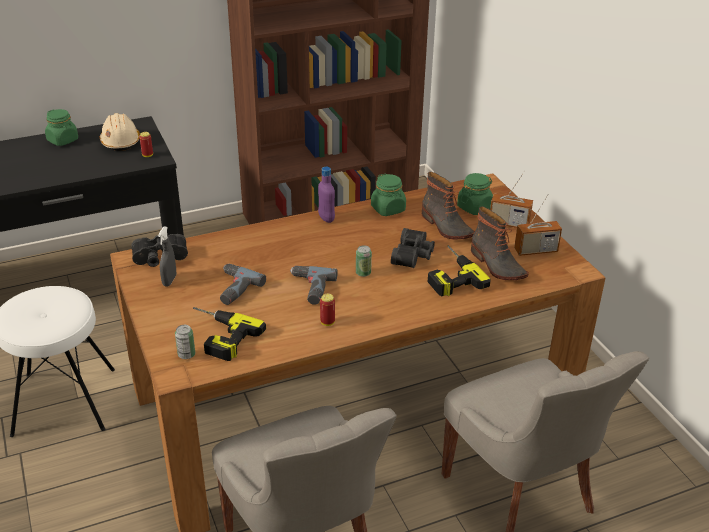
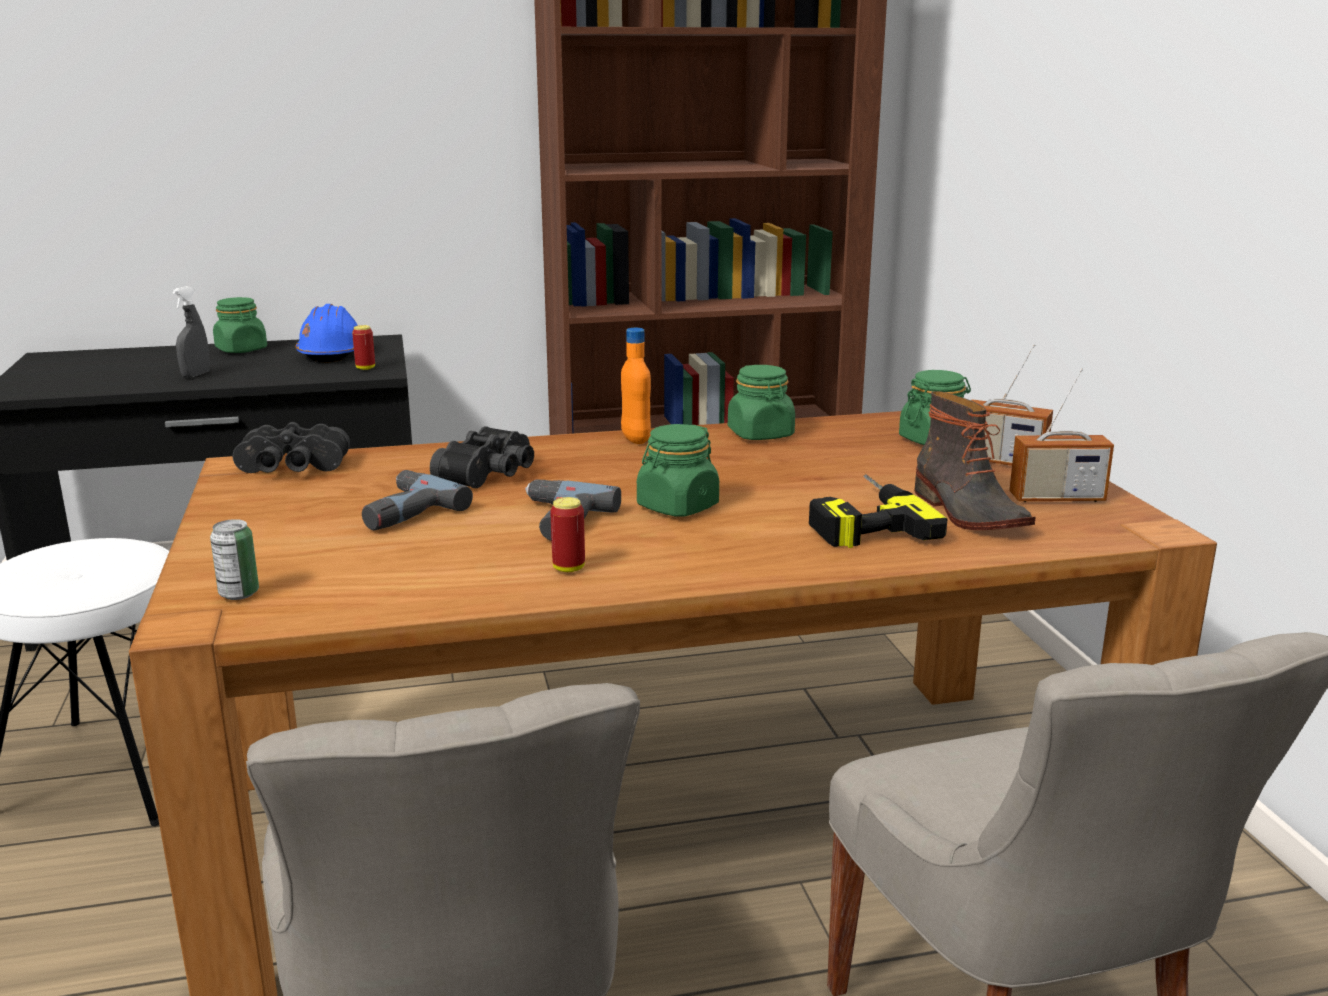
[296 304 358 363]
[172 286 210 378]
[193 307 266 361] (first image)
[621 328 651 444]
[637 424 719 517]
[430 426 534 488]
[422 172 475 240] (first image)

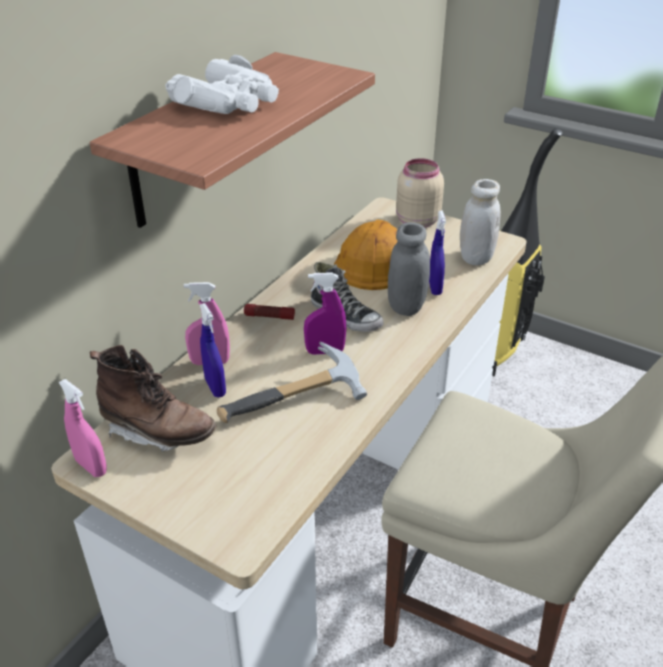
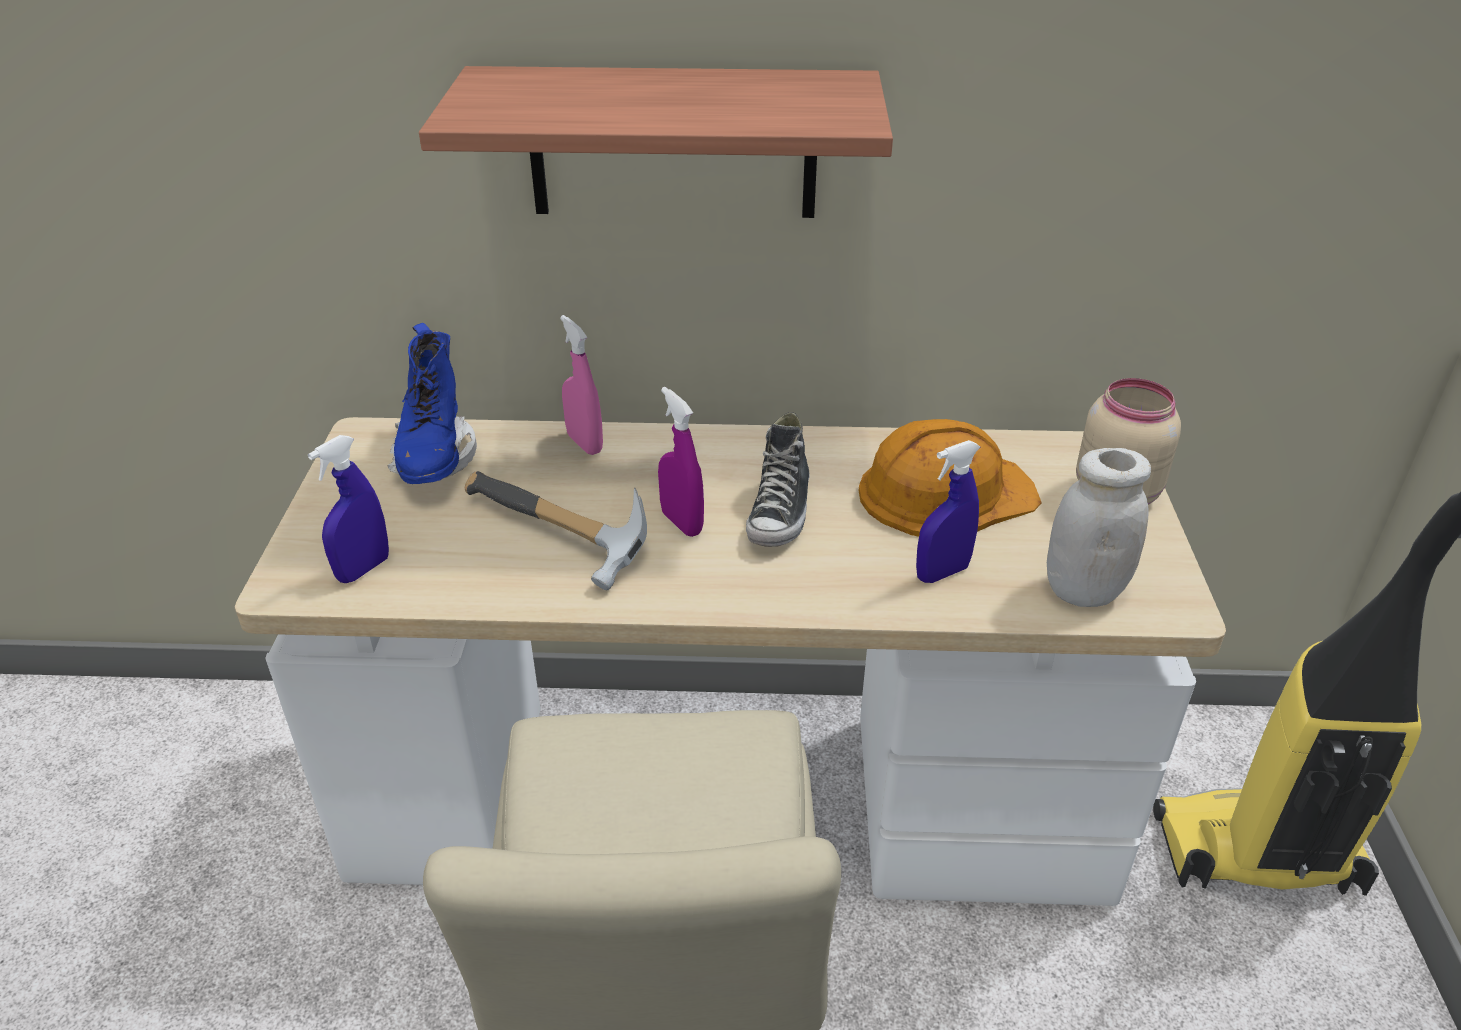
[59 379 107 477] (first image)
[387 323 477 484]
[165 55 279 114] (first image)
[308 435 389 583]
[244 304 295 320] (first image)
[388 222 430 316] (first image)

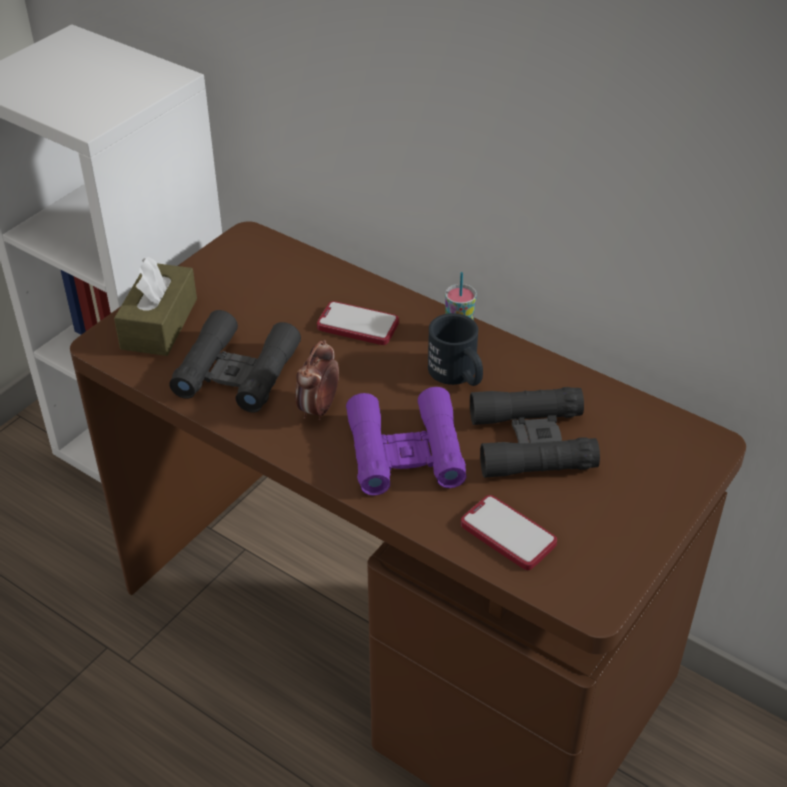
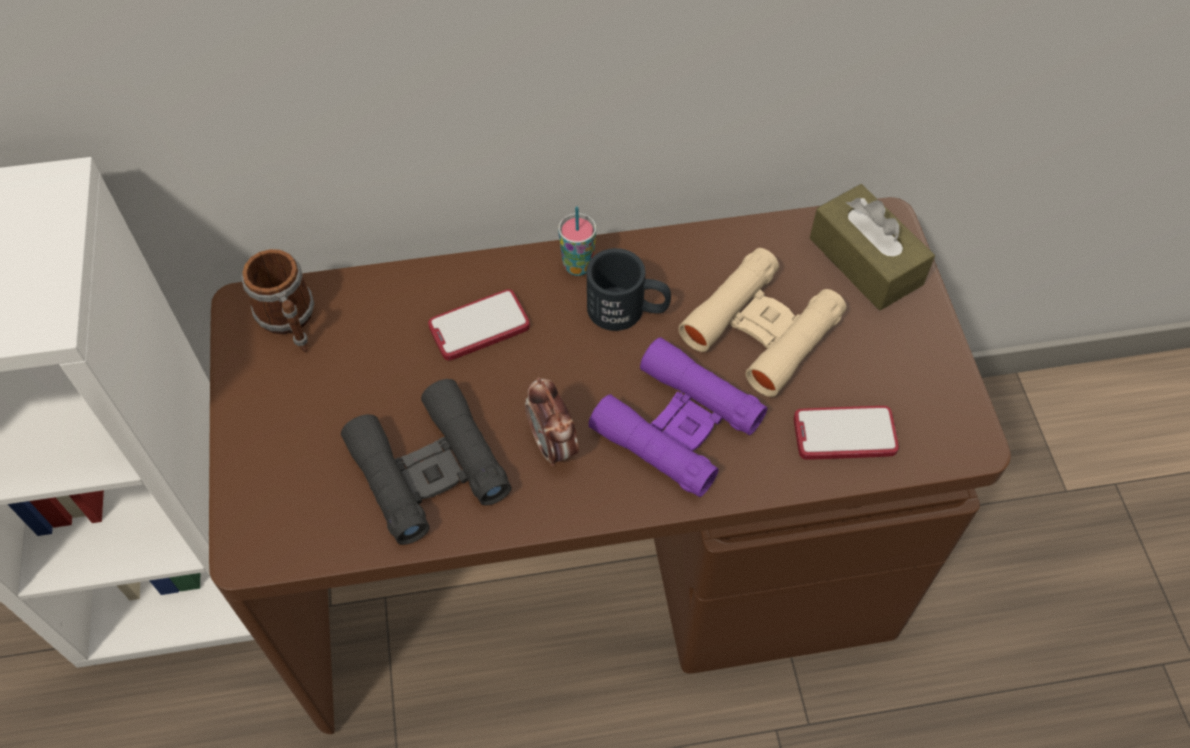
[810 184 935 311]
[678 248 847 397]
[241 249 314 353]

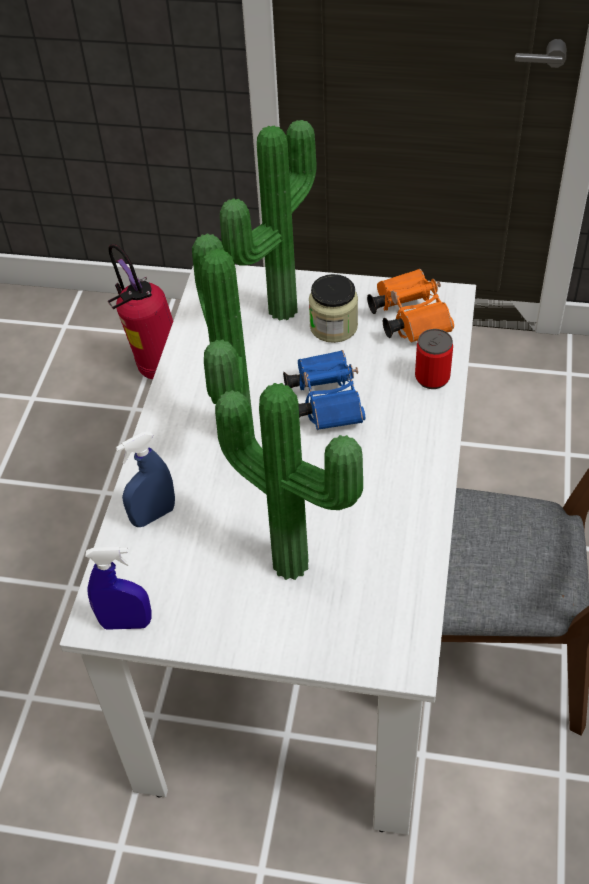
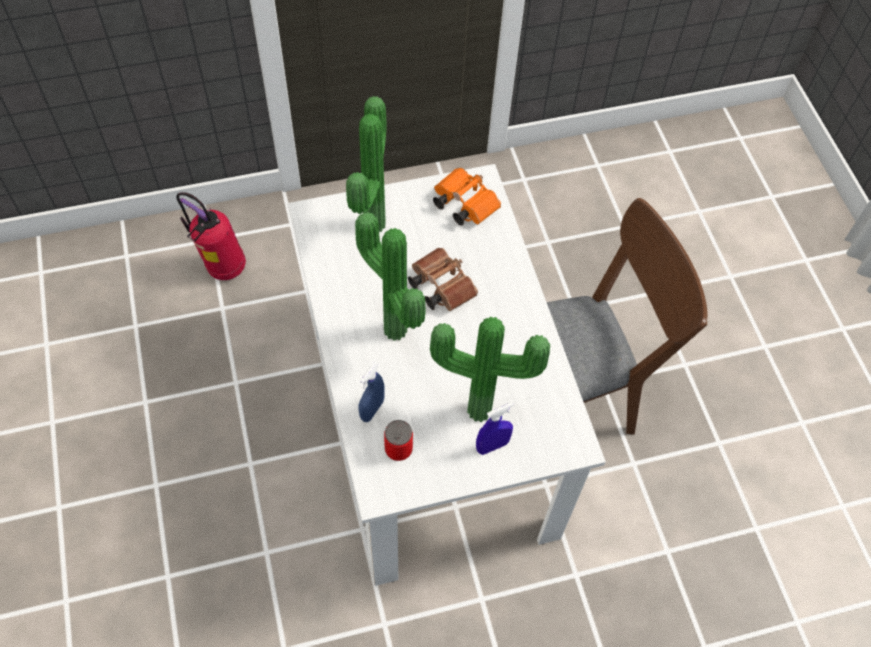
[476 402 514 455]
[408 248 478 311]
[309 274 358 343] (first image)
[384 420 413 461]

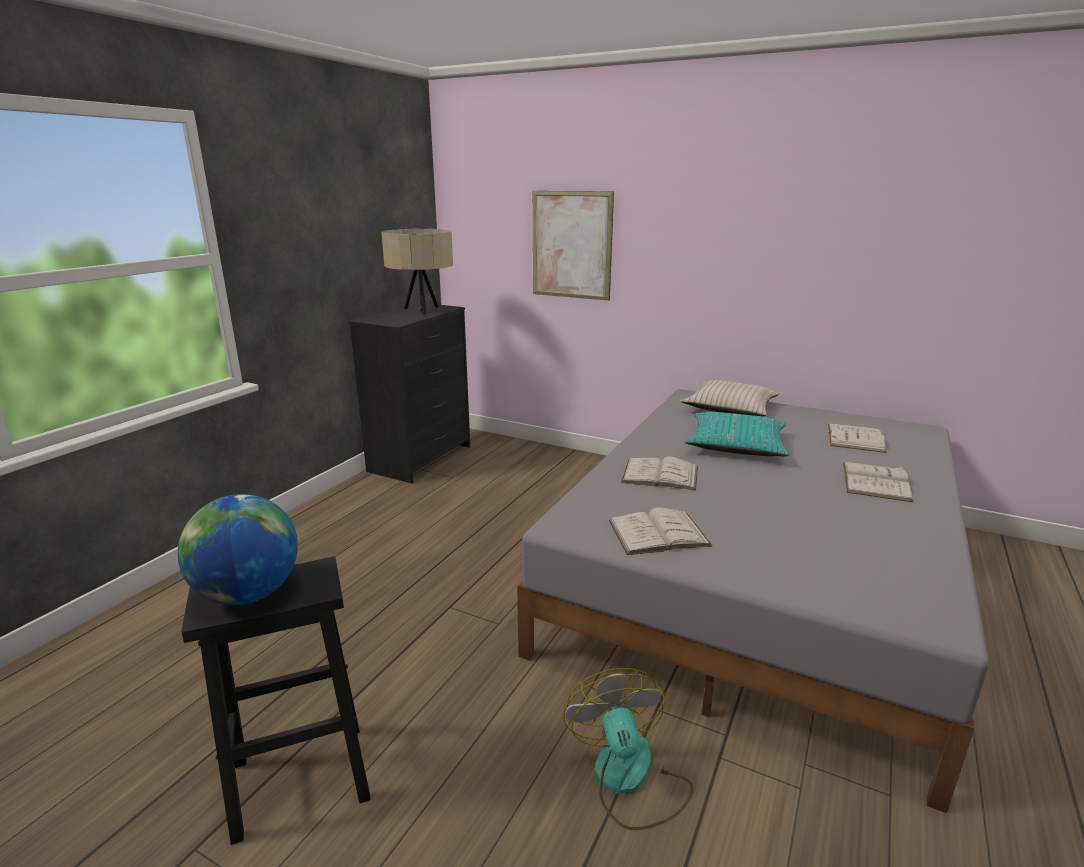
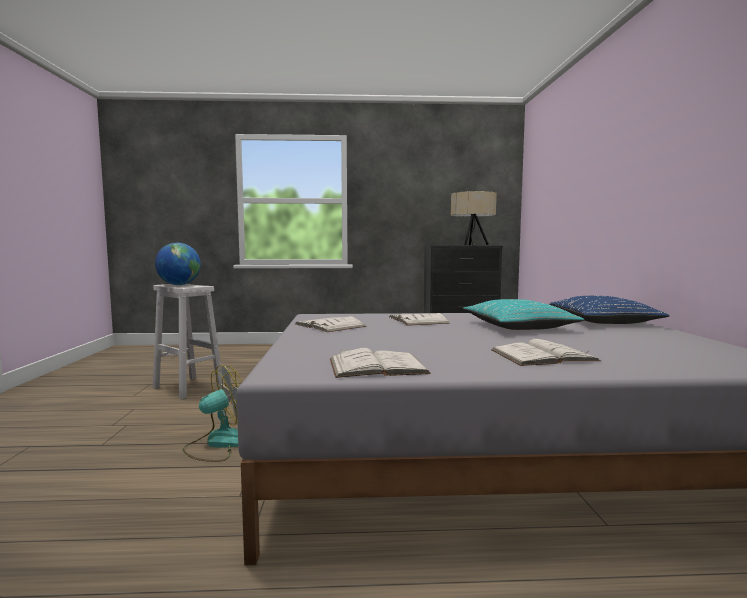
[153 284 224 399]
[533 191 614 301] (first image)
[549 296 670 324]
[330 348 431 378]

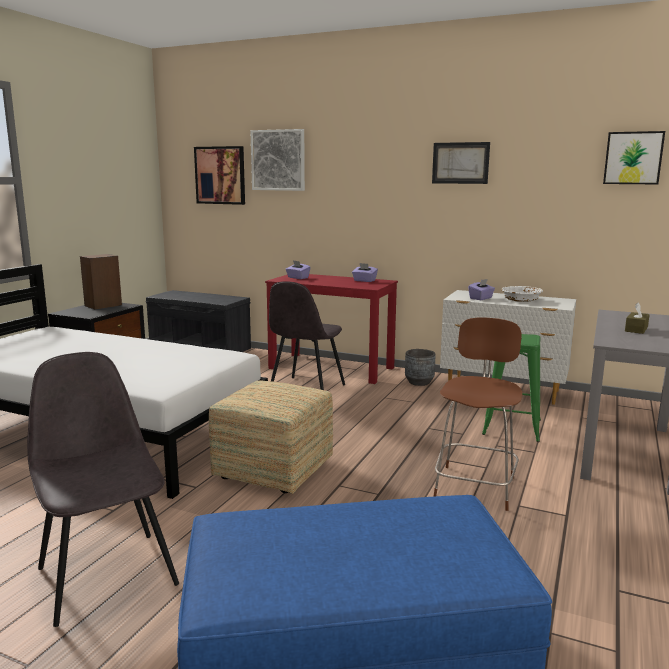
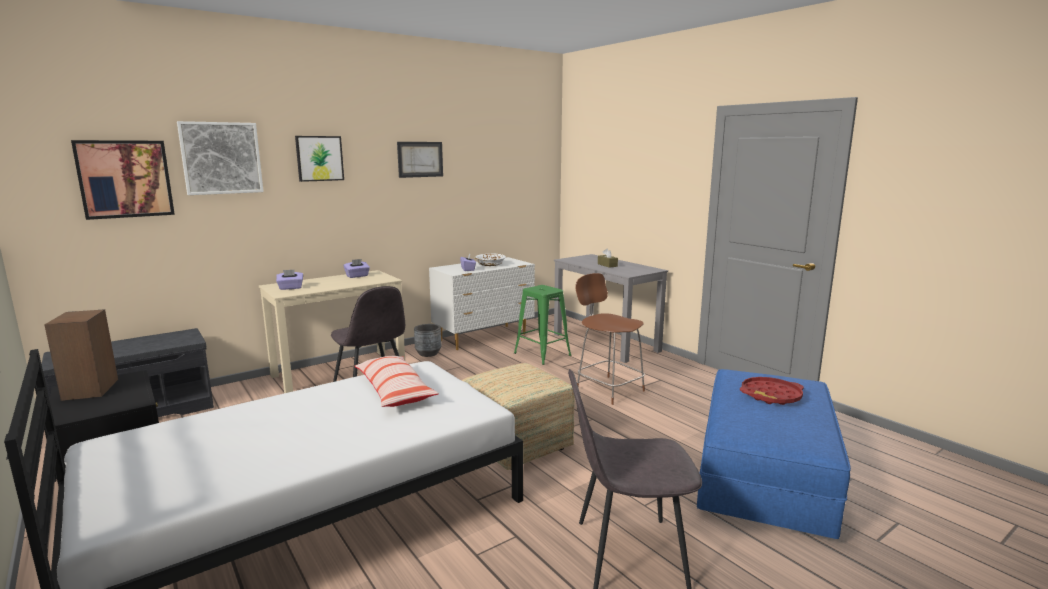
[259 270 405 393]
[295 136 344 182]
[355 356 439 407]
[740 377 804 405]

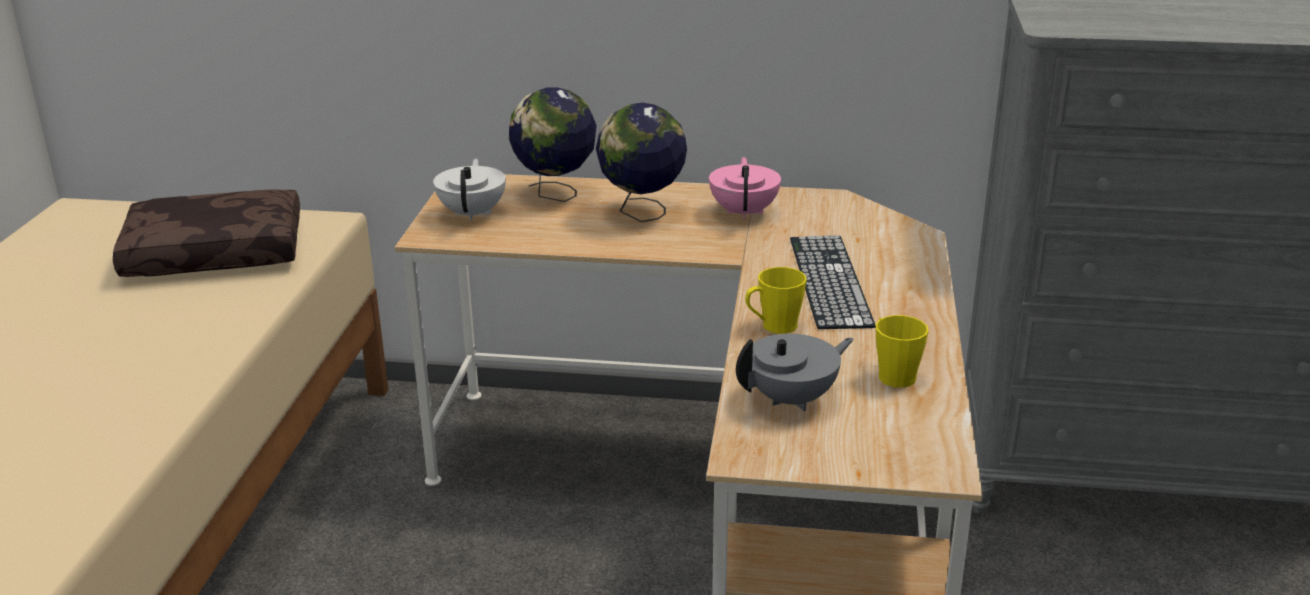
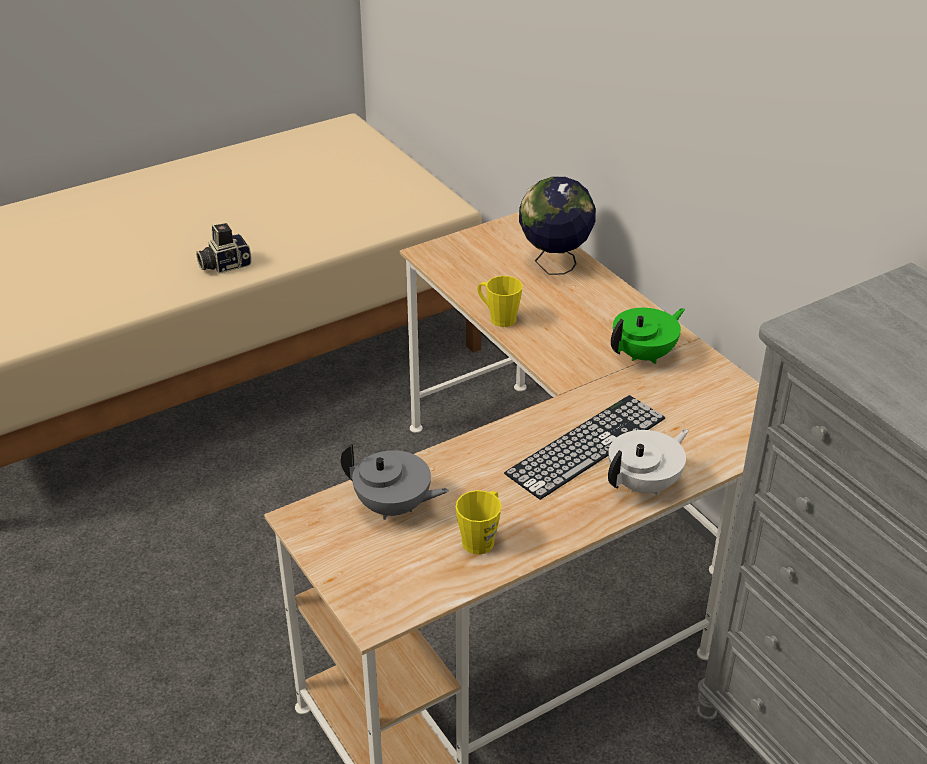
[113 189 300 277] (first image)
[608 429 689 496]
[596 103 687 222] (first image)
[611 308 685 364]
[478 276 523 327]
[196 223 252 273]

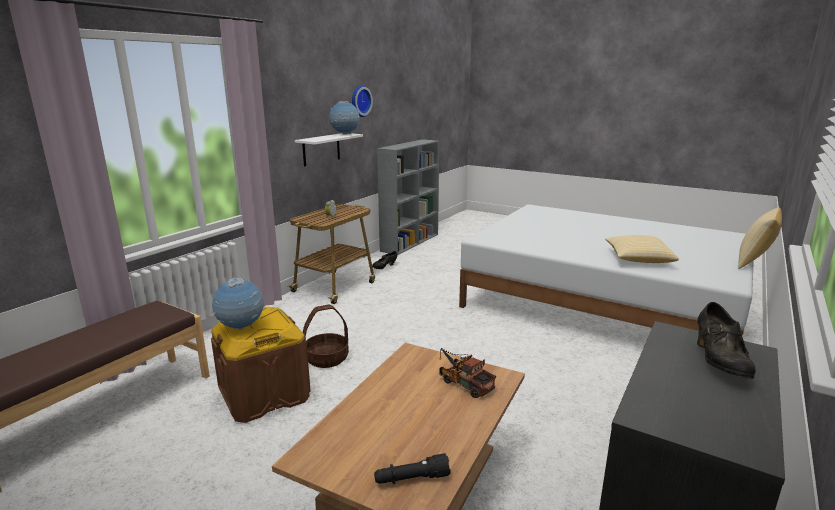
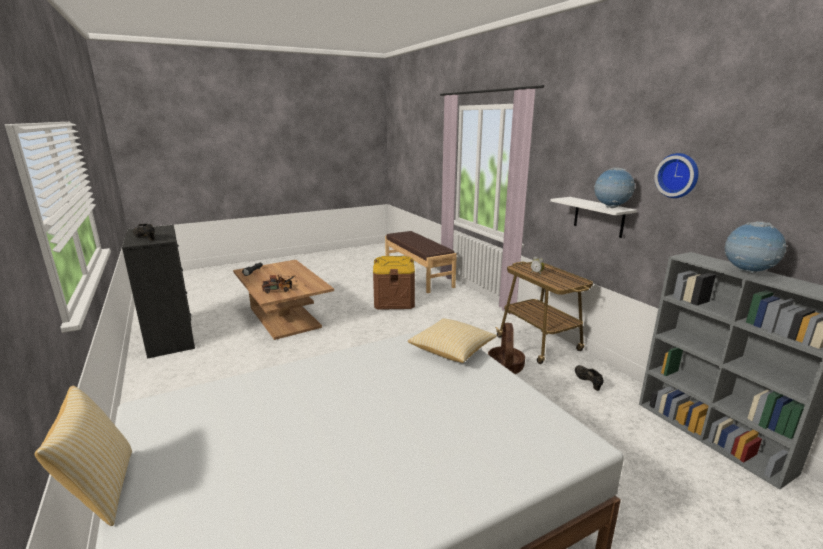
[725 221 787 273]
[488 323 525 374]
[408 318 497 363]

